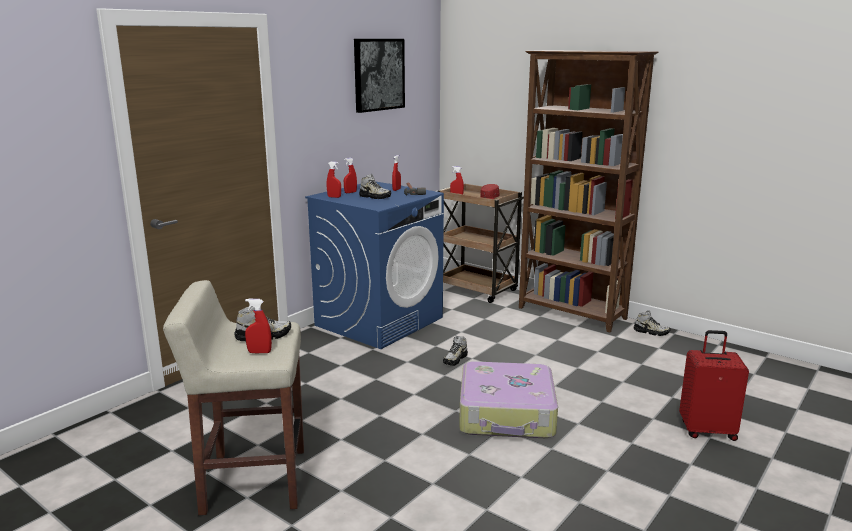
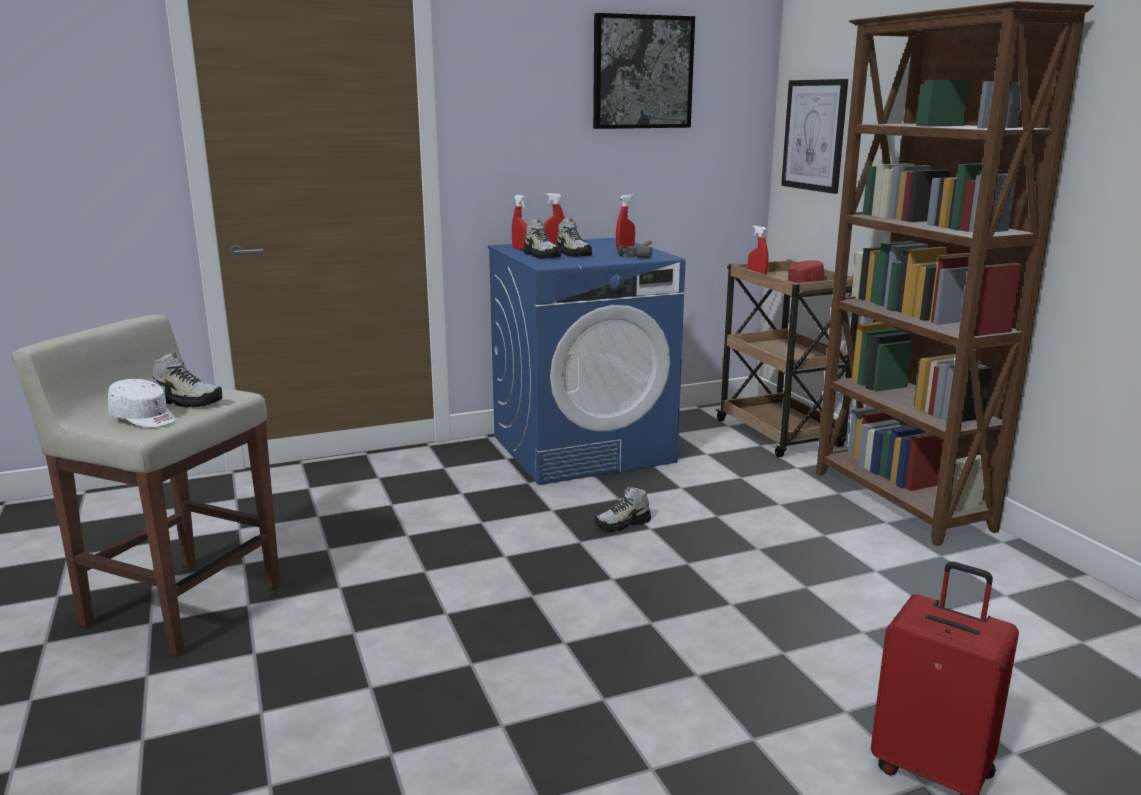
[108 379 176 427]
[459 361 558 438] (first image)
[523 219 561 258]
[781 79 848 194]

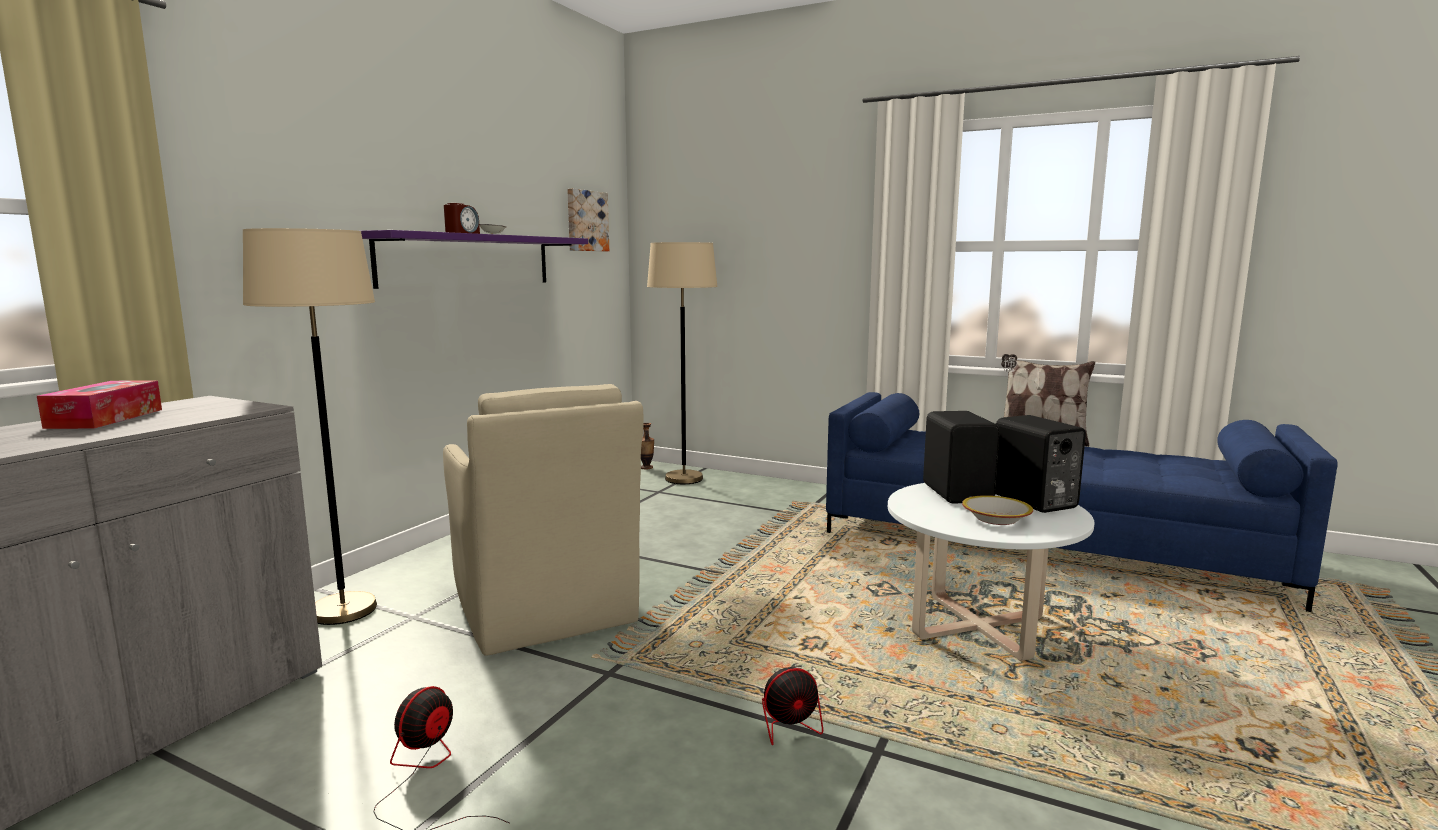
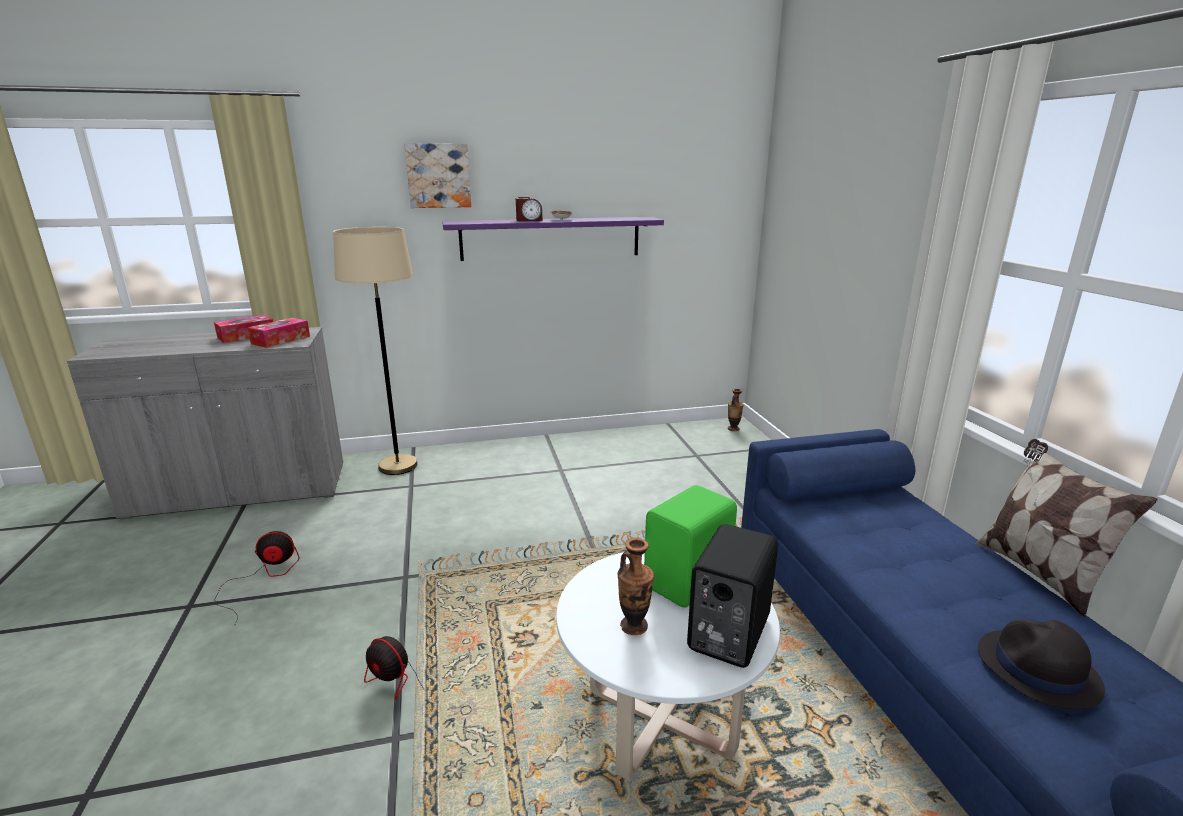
[443 384 644 656] (first image)
[404 143 471 208]
[647 242 718 484] (first image)
[644 485 737 608]
[618 538 654 635]
[247 318 310 348]
[978 619 1105 709]

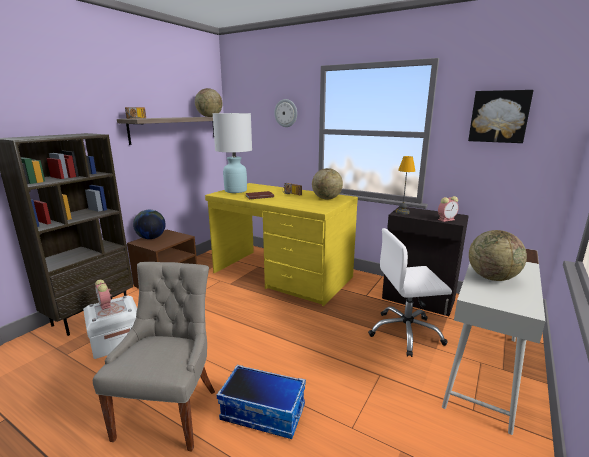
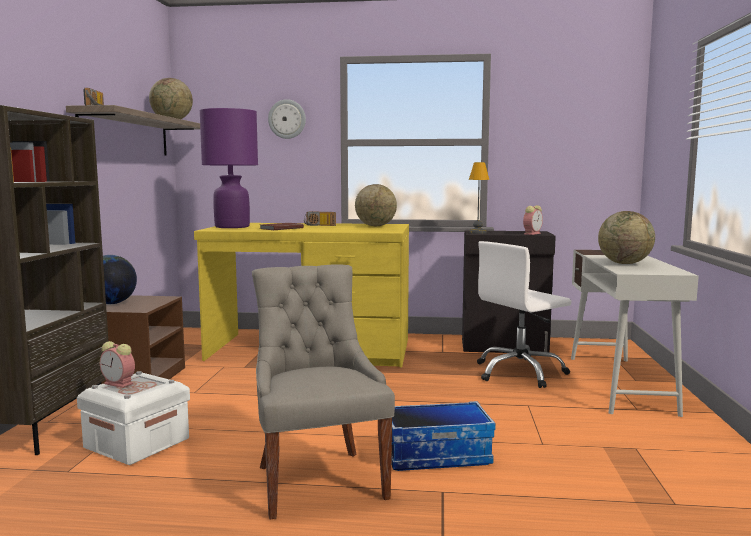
[200 108 258 228]
[468 90 533 143] (first image)

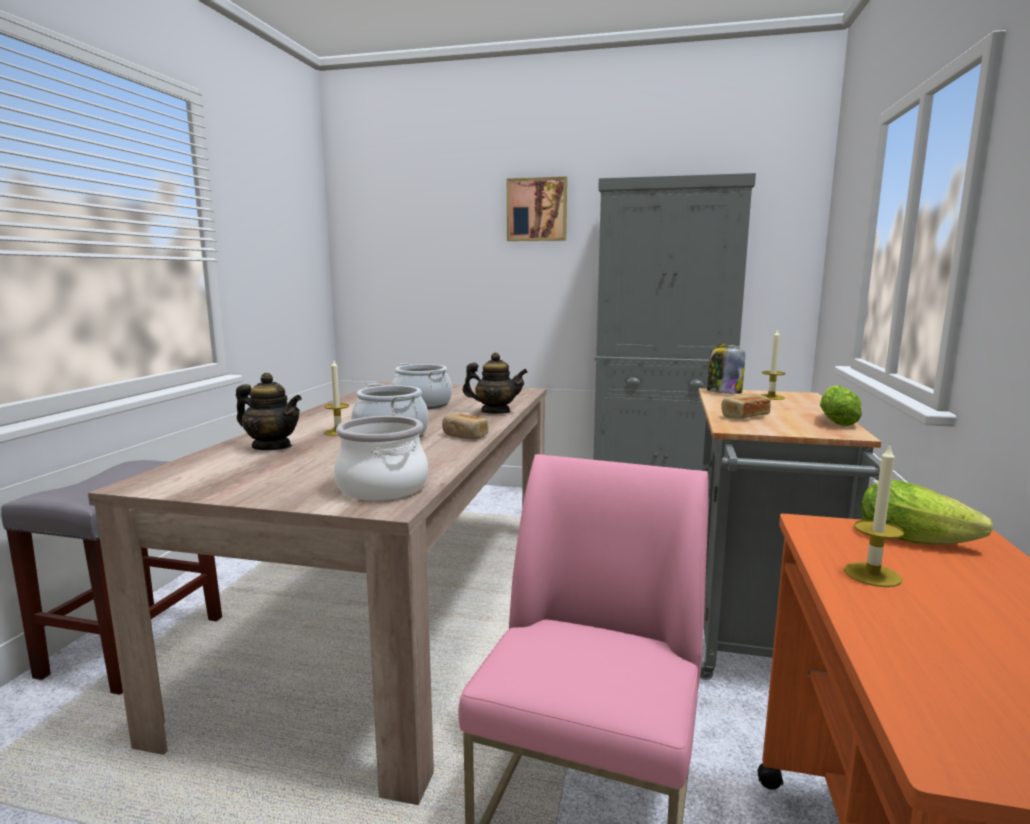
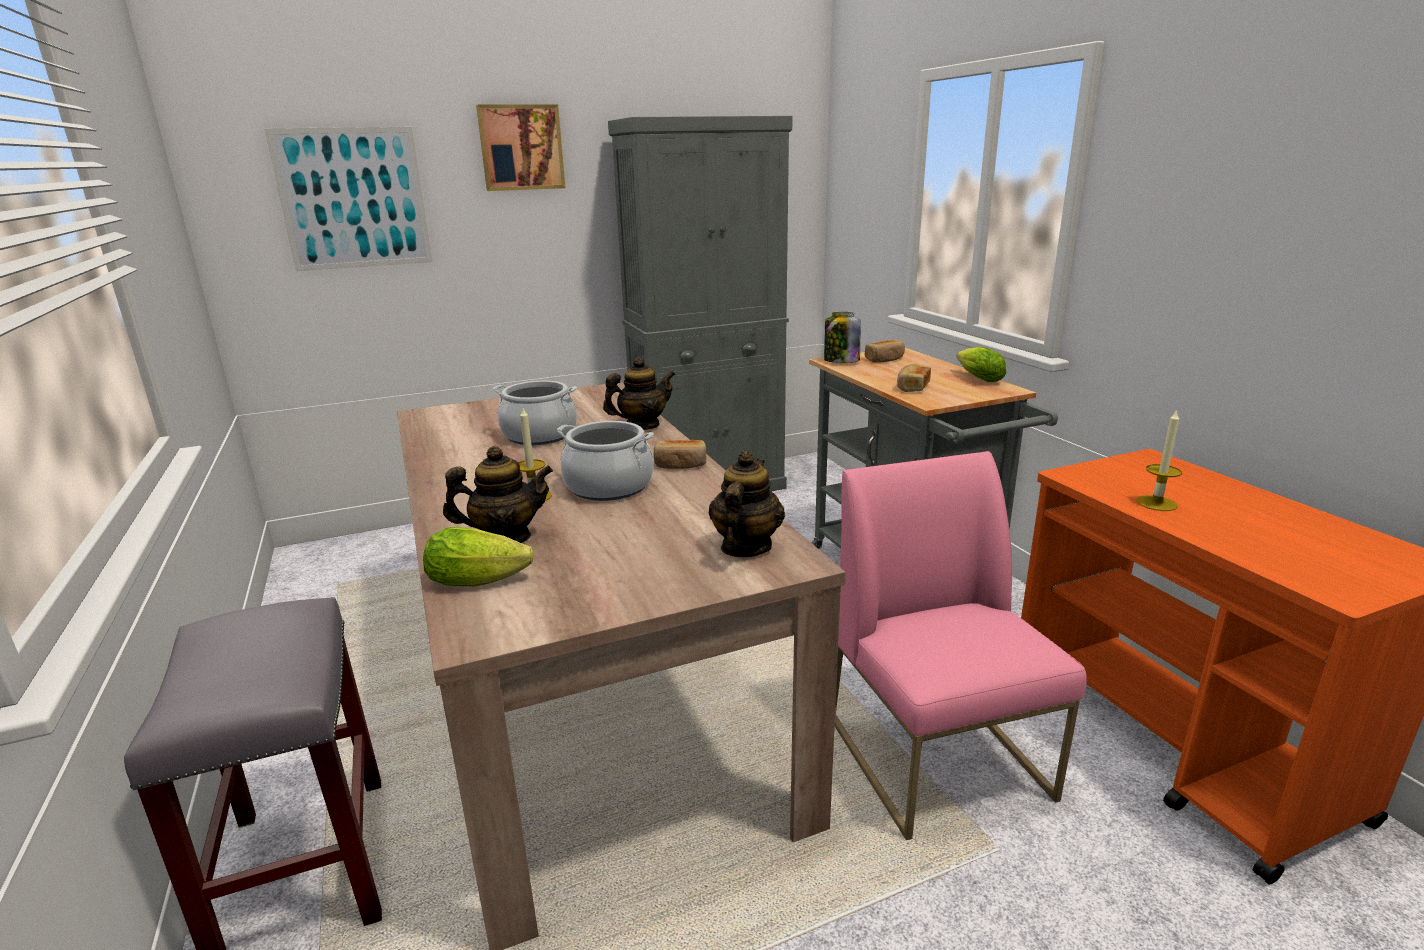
[708 451 785 557]
[865 340 905 363]
[423 527 534 586]
[264 127 433 271]

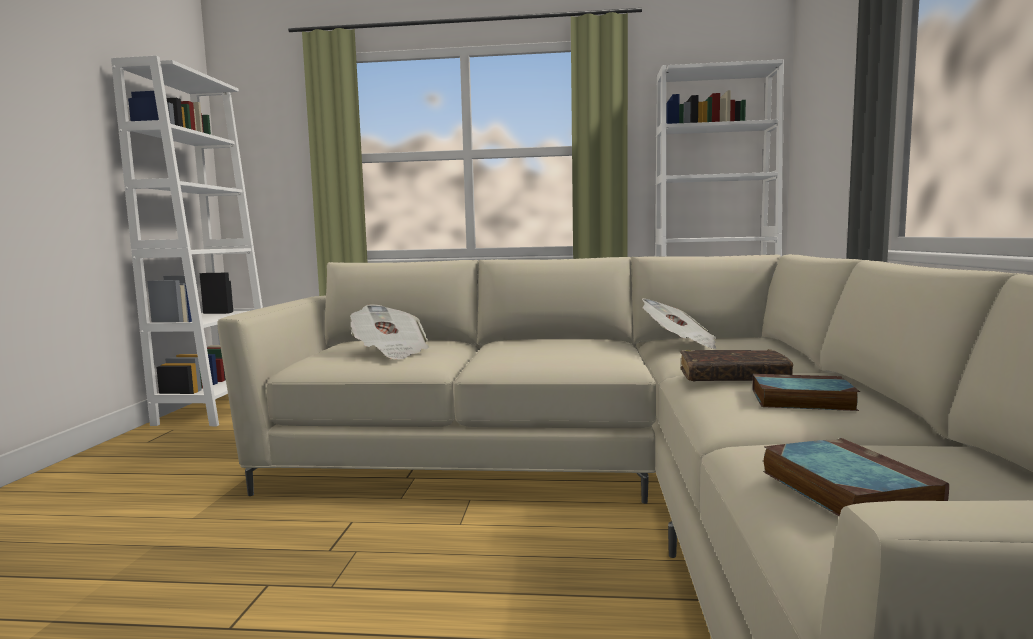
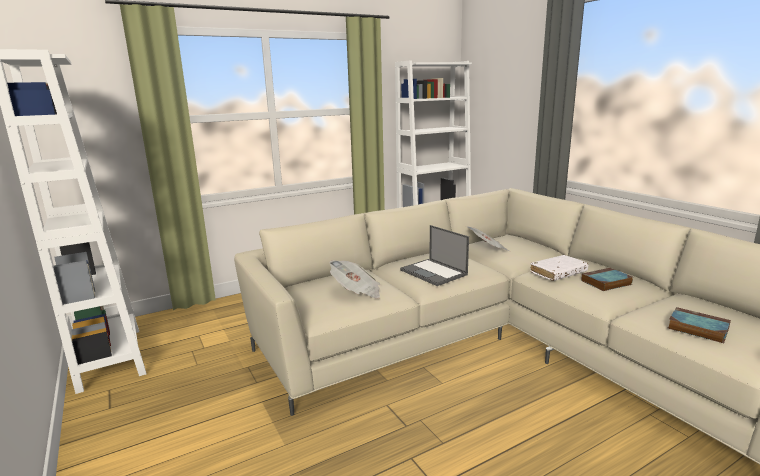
[530 255 589 281]
[400 225 469 286]

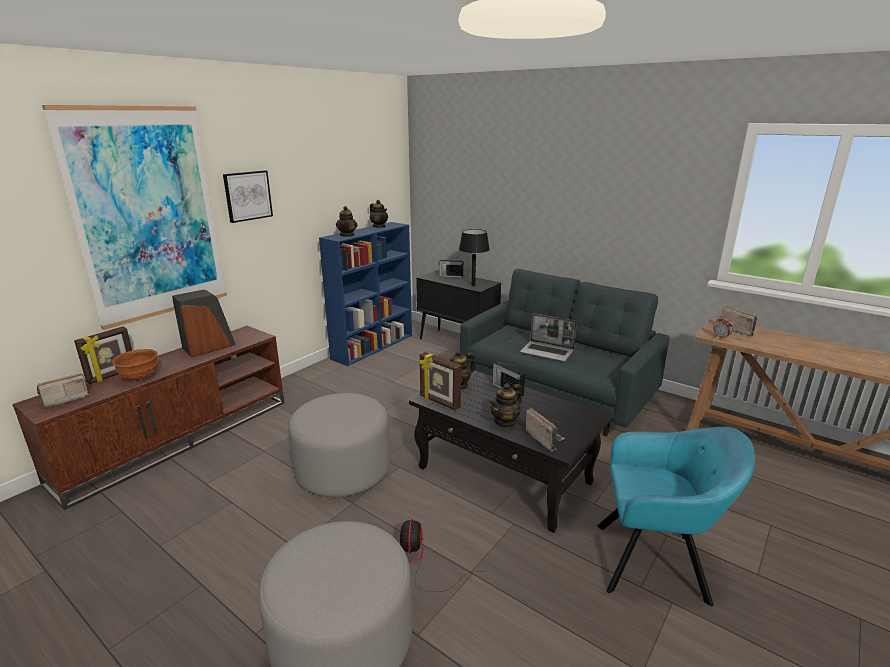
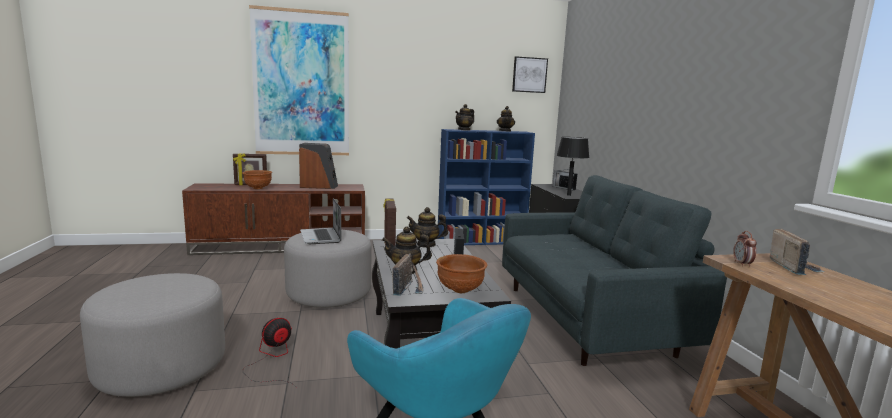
[37 373 90 408] (first image)
[512 56 548 93]
[300 198 341 244]
[436 254 487 293]

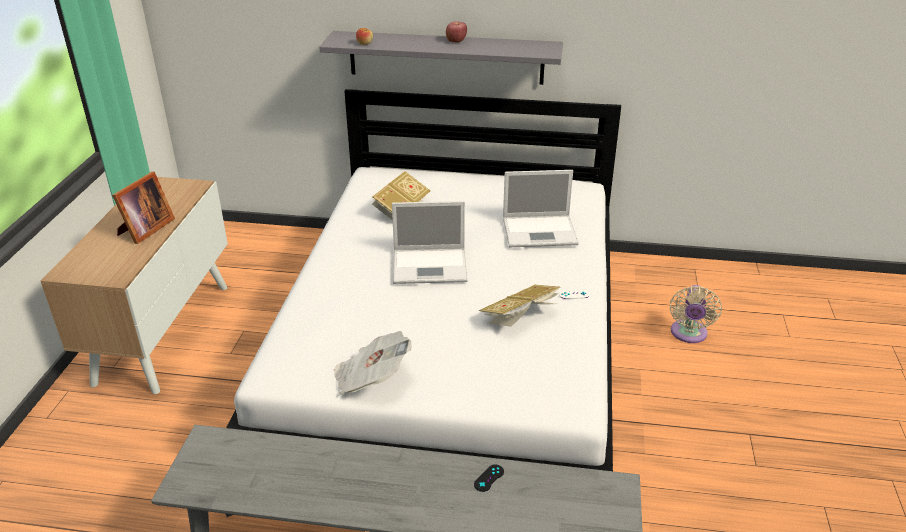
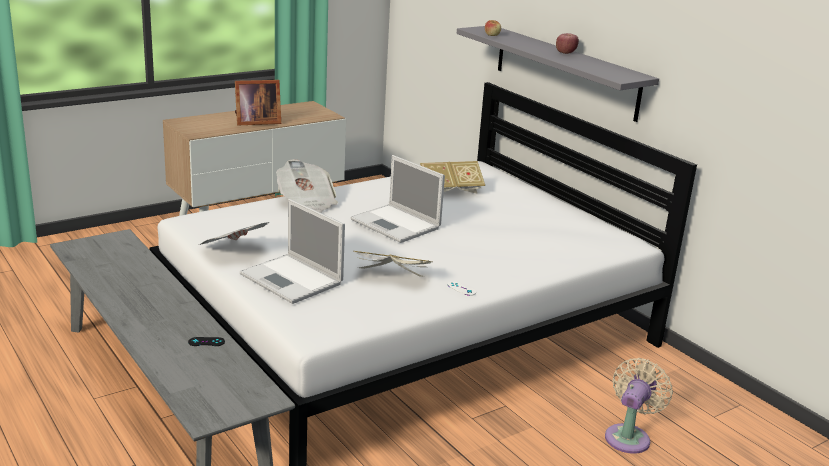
[240 199 345 304]
[605 358 673 454]
[276 159 338 213]

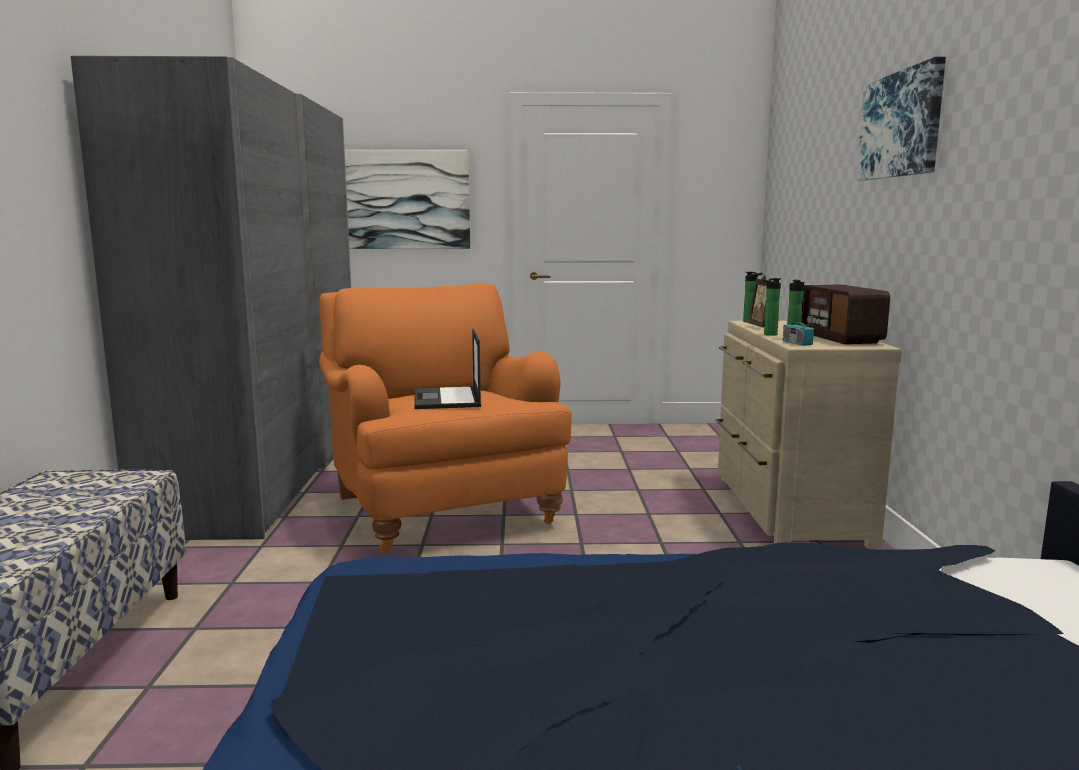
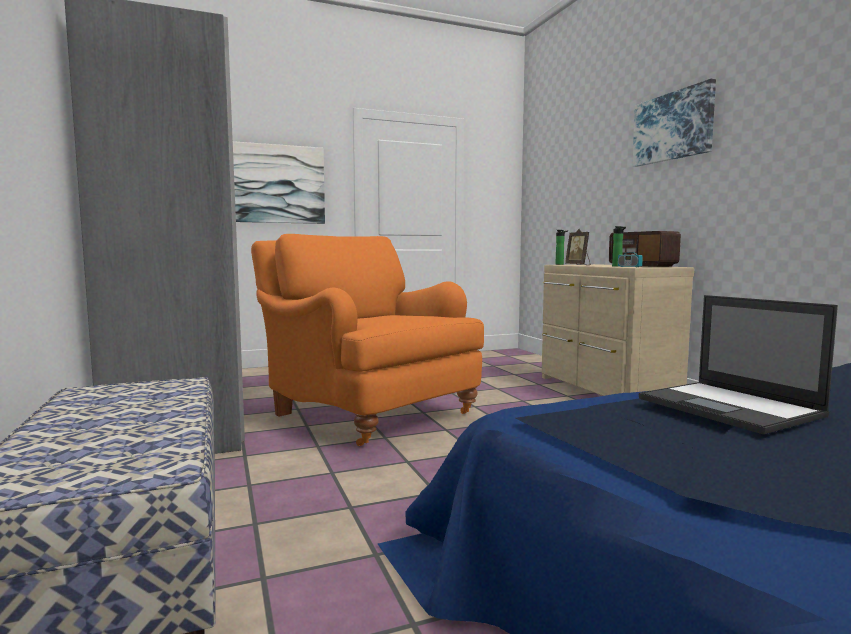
[639 295 838 434]
[761 278 781 336] (first image)

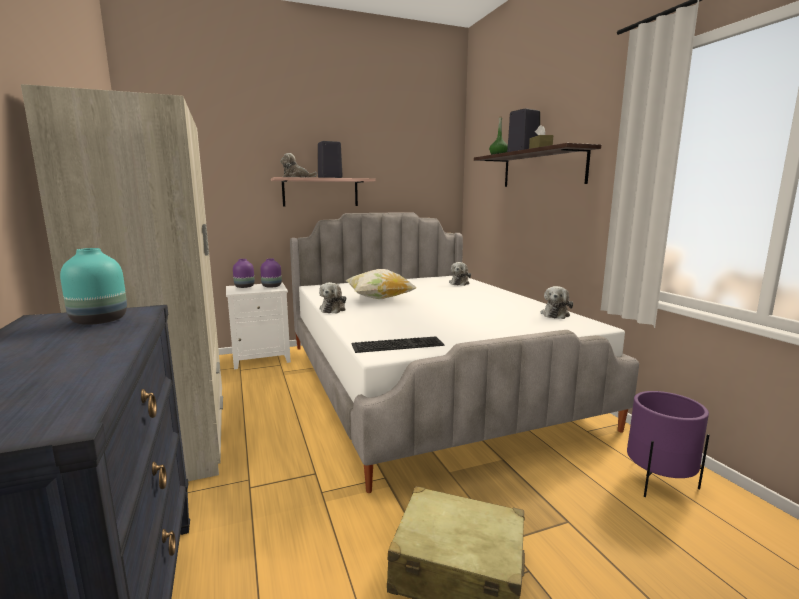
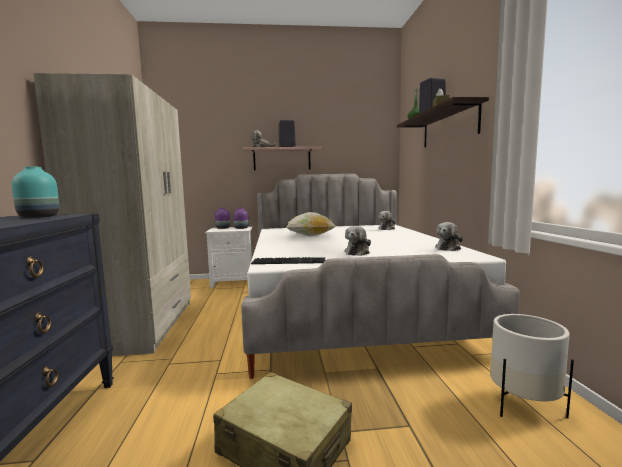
[345 226 371 256]
[490 314 574 418]

